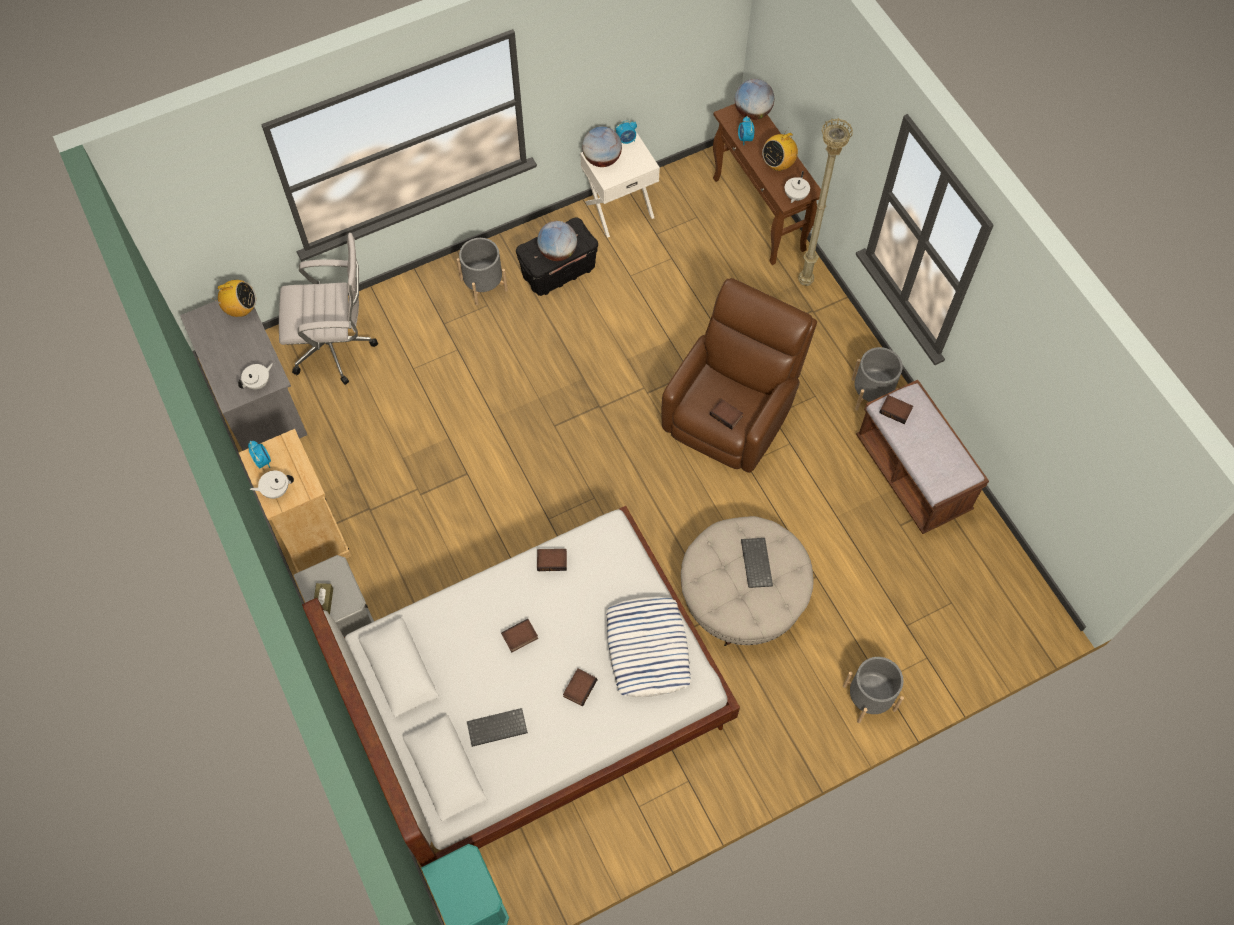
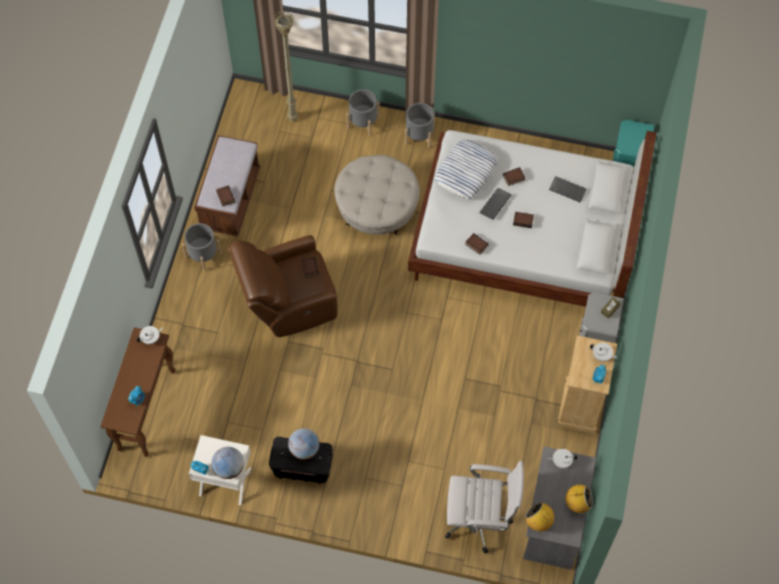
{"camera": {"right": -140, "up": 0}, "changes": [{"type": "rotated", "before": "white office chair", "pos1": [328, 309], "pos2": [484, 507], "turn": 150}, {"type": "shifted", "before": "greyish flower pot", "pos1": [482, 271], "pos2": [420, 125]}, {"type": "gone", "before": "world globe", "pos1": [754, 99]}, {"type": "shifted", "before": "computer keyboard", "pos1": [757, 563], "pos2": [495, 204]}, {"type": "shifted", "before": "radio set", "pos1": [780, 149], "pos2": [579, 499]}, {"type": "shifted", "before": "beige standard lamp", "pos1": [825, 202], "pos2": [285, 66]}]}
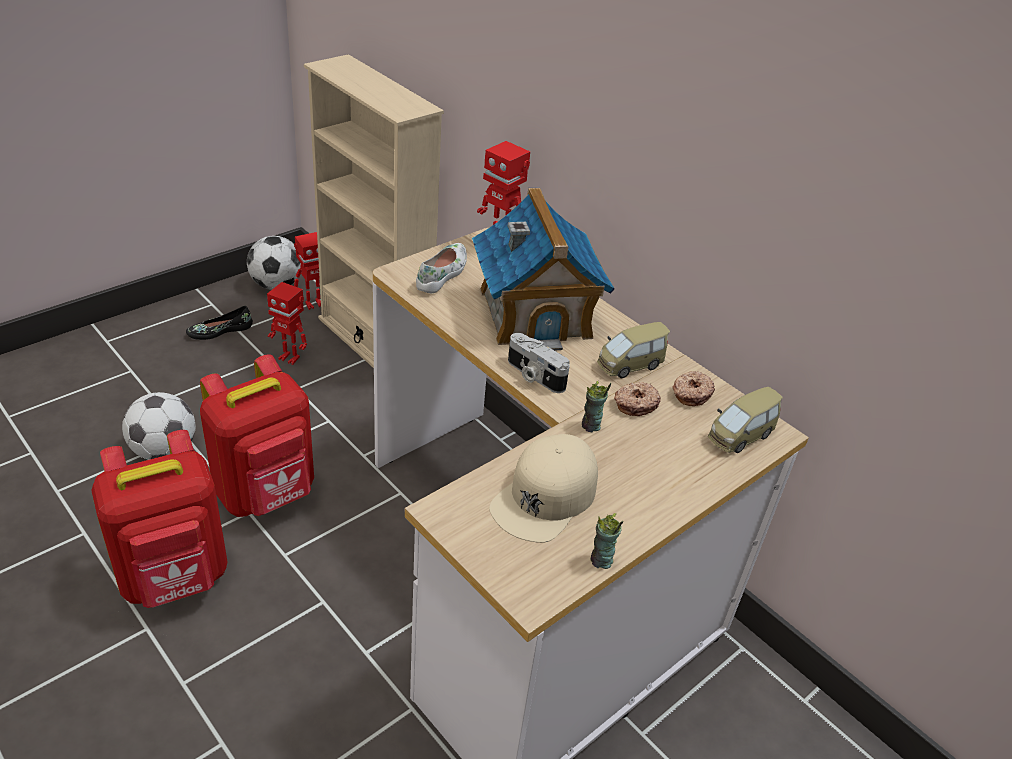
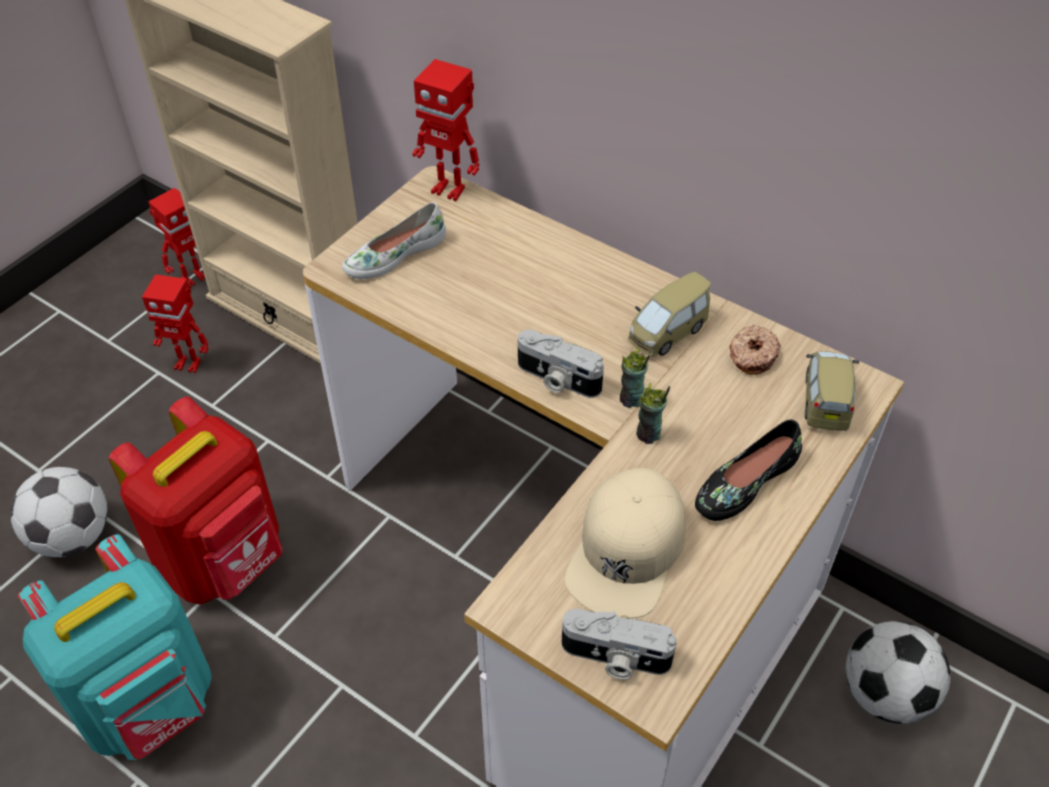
{"camera": {"right": -10, "up": 10}, "changes": [{"type": "repainted", "before": "red-coloured knapsack", "after": "turquoise knapsack", "pos1": [159, 519], "pos2": [115, 647]}, {"type": "shifted", "before": "black-coloured low shoe", "pos1": [219, 323], "pos2": [748, 470]}, {"type": "shifted", "before": "football", "pos1": [274, 263], "pos2": [898, 672]}, {"type": "rotated", "before": "white low shoe", "pos1": [441, 268], "pos2": [394, 240], "turn": -135}, {"type": "gone", "before": "toy house", "pos1": [543, 268]}, {"type": "shifted", "before": "cup", "pos1": [606, 541], "pos2": [635, 378]}, {"type": "gone", "before": "ring doughnut", "pos1": [637, 399]}, {"type": "rotated", "before": "toy car", "pos1": [745, 420], "pos2": [832, 391], "turn": 150}, {"type": "new", "after": "photo camera", "pos2": [619, 644]}]}
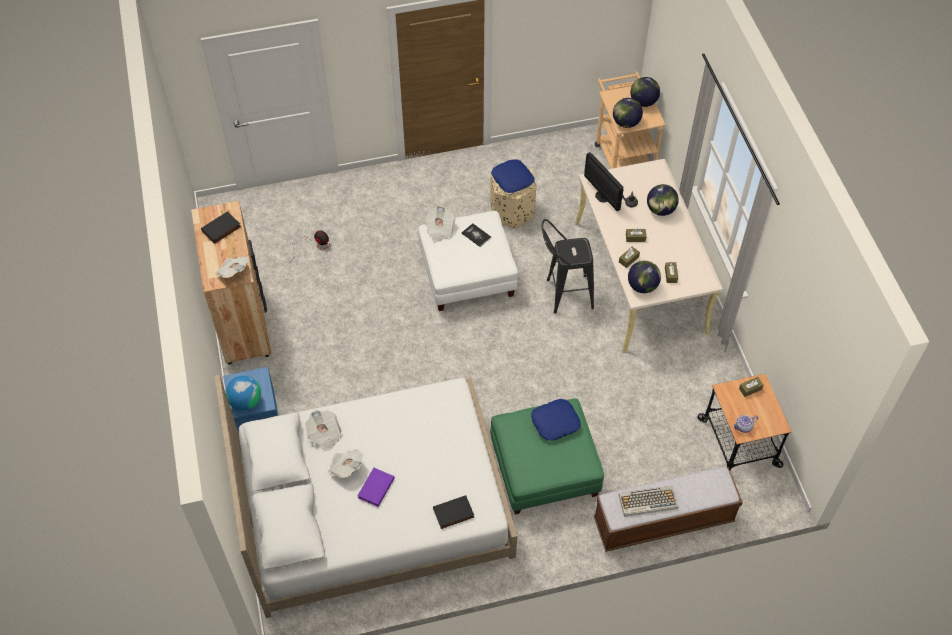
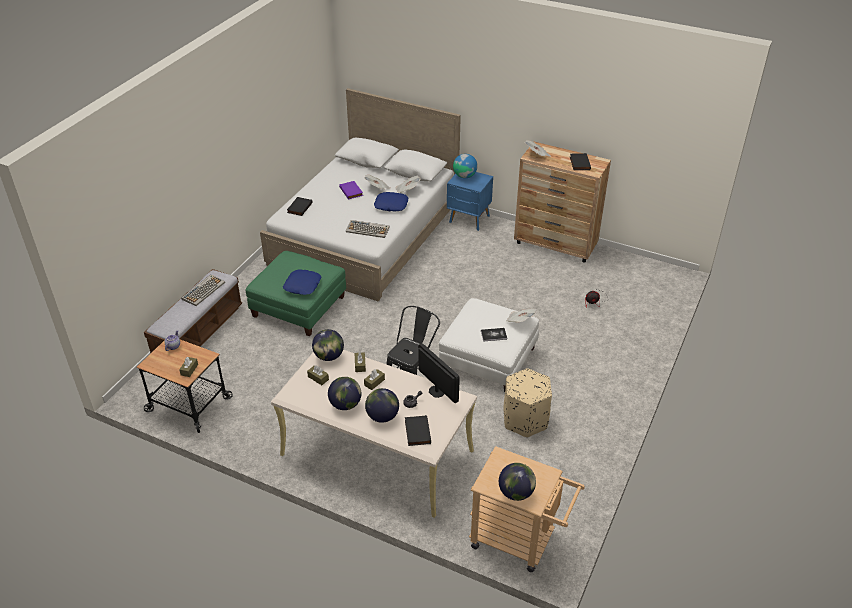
{"camera": {"right": 130, "up": -15}, "changes": [{"type": "shifted", "before": "bluish pillow", "pos1": [513, 176], "pos2": [391, 201]}, {"type": "rotated", "before": "computer screen", "pos1": [603, 181], "pos2": [439, 373], "turn": 45}, {"type": "shifted", "before": "world globe", "pos1": [628, 113], "pos2": [344, 393]}, {"type": "new", "after": "computer keyboard", "pos2": [368, 229]}, {"type": "new", "after": "black-coloured book", "pos2": [418, 430]}]}
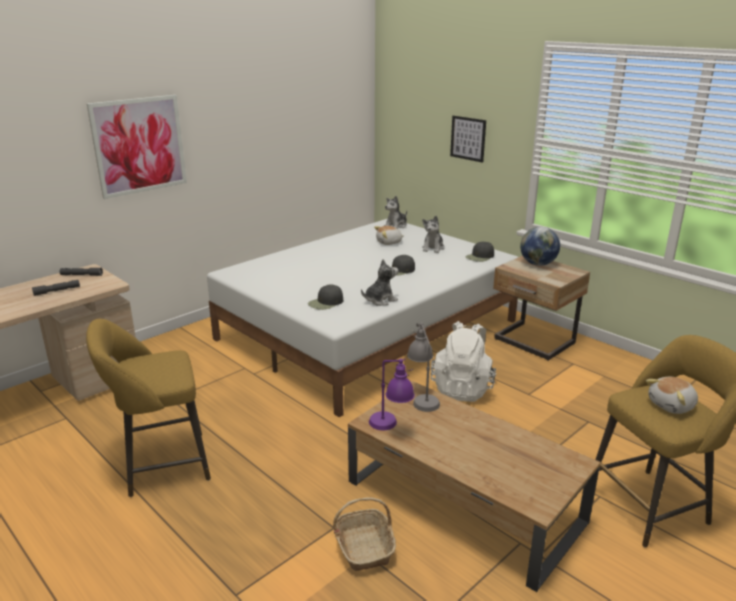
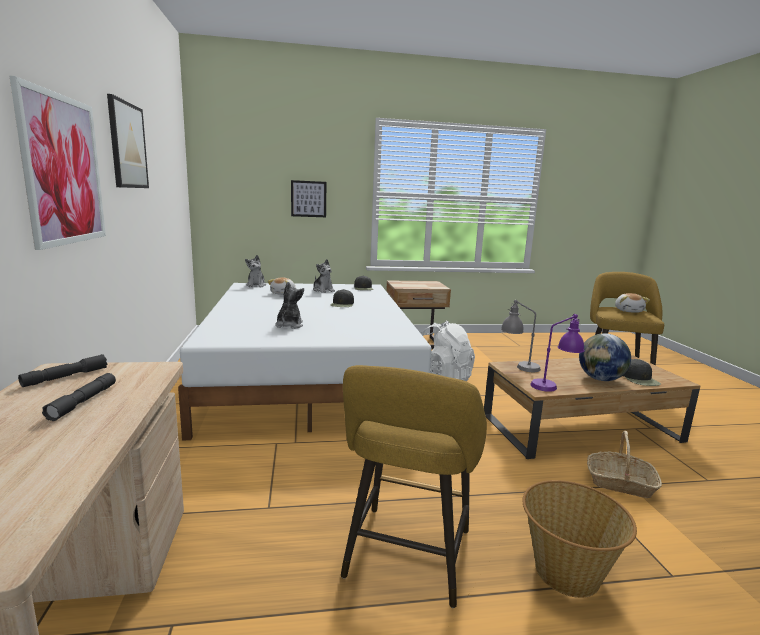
{"camera": {"right": -55, "up": -10}, "changes": [{"type": "shifted", "before": "black-coloured cap", "pos1": [325, 297], "pos2": [642, 372]}, {"type": "shifted", "before": "soft toy", "pos1": [379, 282], "pos2": [289, 305]}, {"type": "shifted", "before": "world globe", "pos1": [540, 246], "pos2": [605, 357]}, {"type": "new", "after": "wall art", "pos2": [128, 141]}, {"type": "new", "after": "household basket", "pos2": [579, 539]}]}
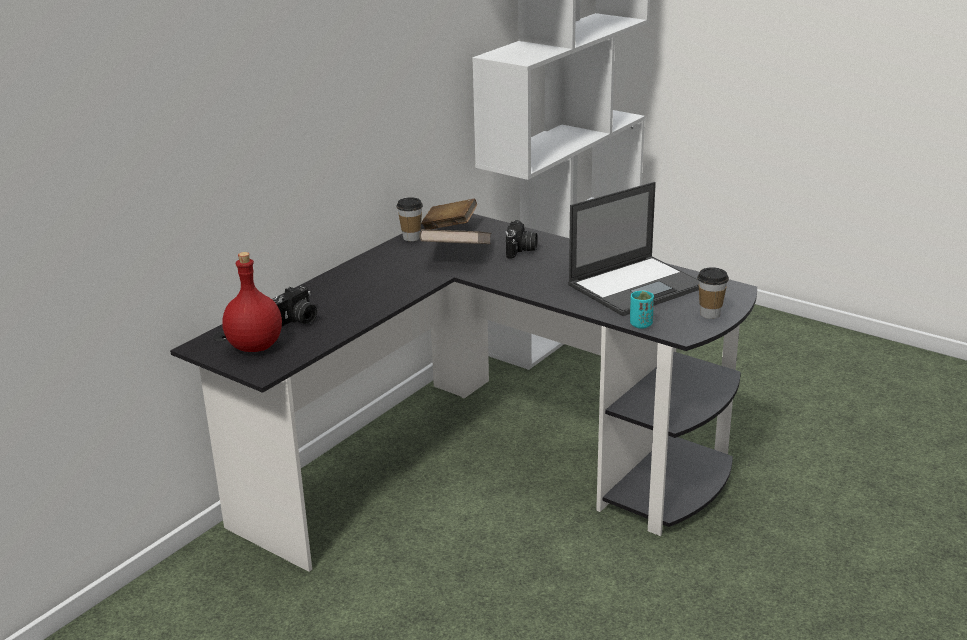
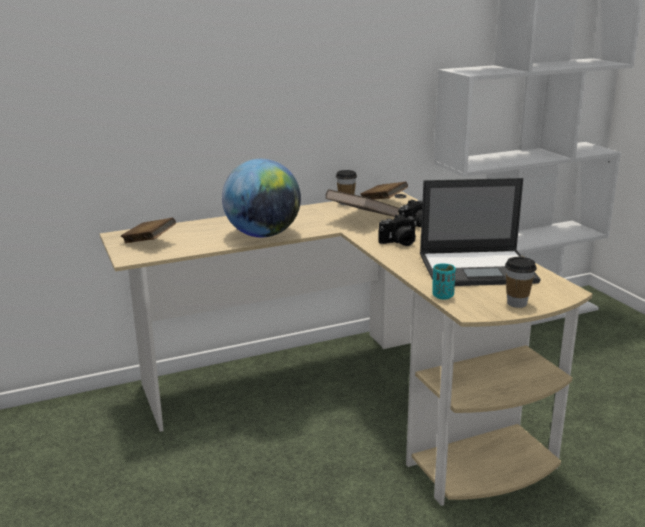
{"camera": {"right": 30, "up": -5}, "changes": [{"type": "repainted", "before": "black-coloured desk", "after": "beige desk", "pos1": [463, 393], "pos2": [346, 349]}, {"type": "swapped", "before": "red-coloured beverage bottle", "after": "brownish book", "pos1": [252, 302], "pos2": [148, 230]}, {"type": "shifted", "before": "photo camera", "pos1": [295, 306], "pos2": [397, 230]}, {"type": "new", "after": "world globe", "pos2": [261, 198]}]}
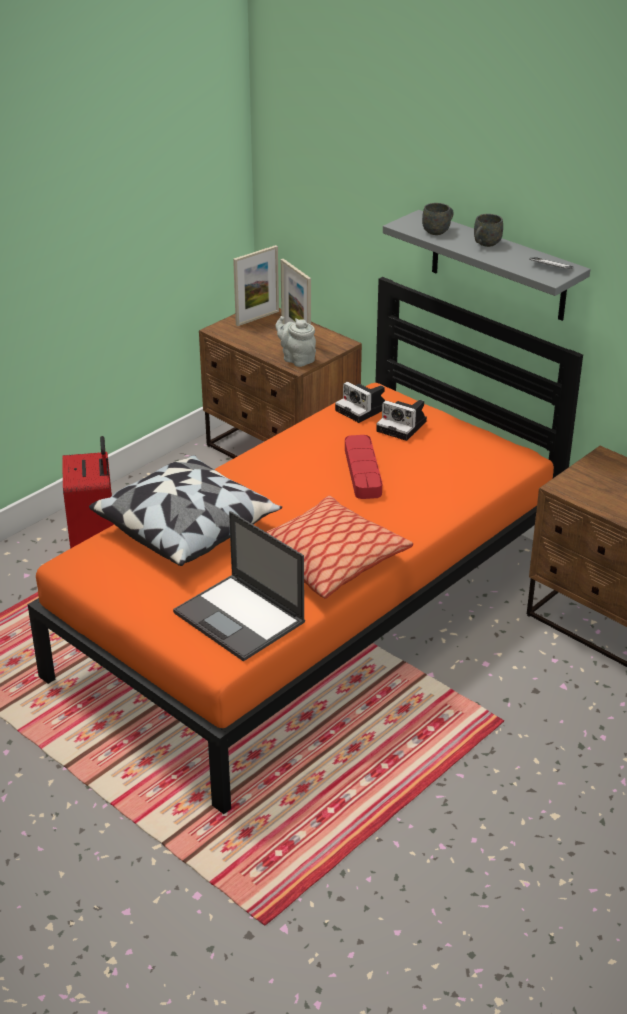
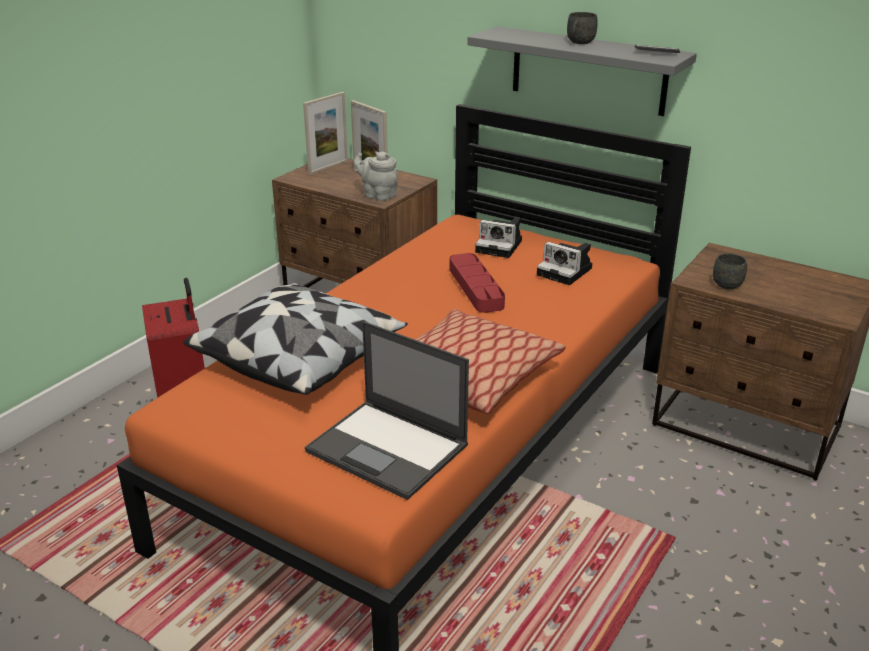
{"camera": {"right": -10, "up": -5}, "changes": [{"type": "shifted", "before": "photo camera", "pos1": [360, 402], "pos2": [564, 263]}, {"type": "shifted", "before": "greyish coffee mug", "pos1": [437, 219], "pos2": [730, 271]}]}
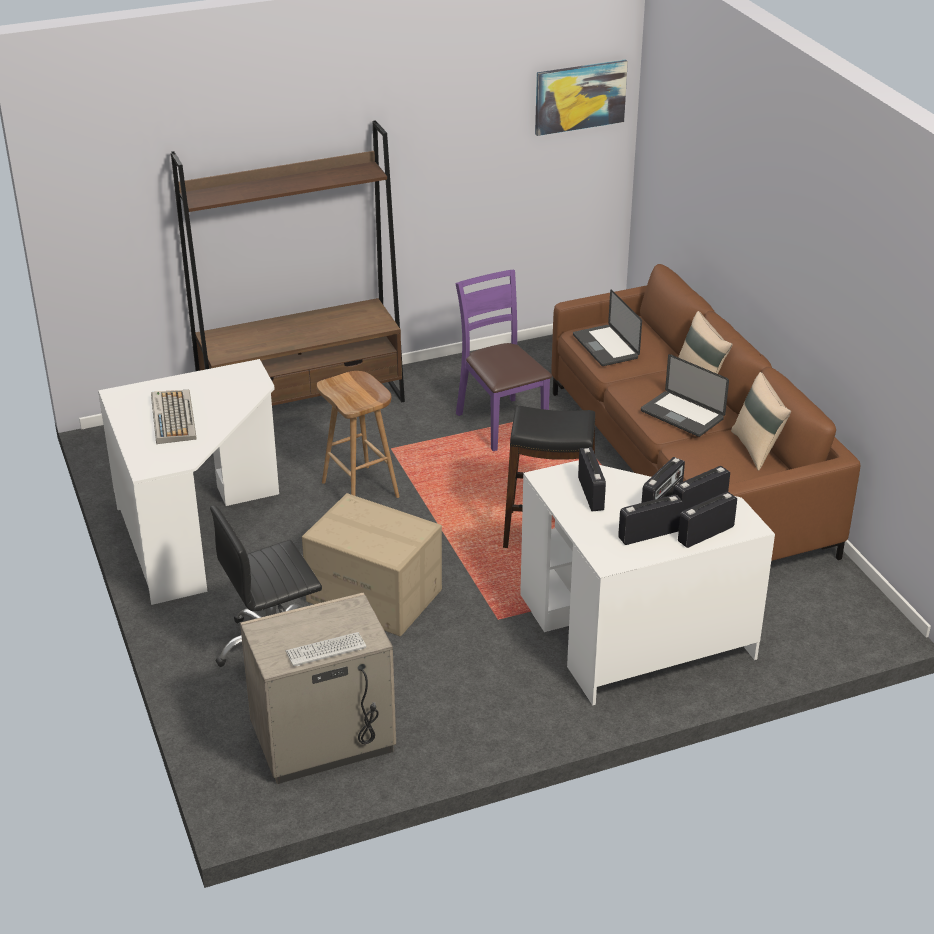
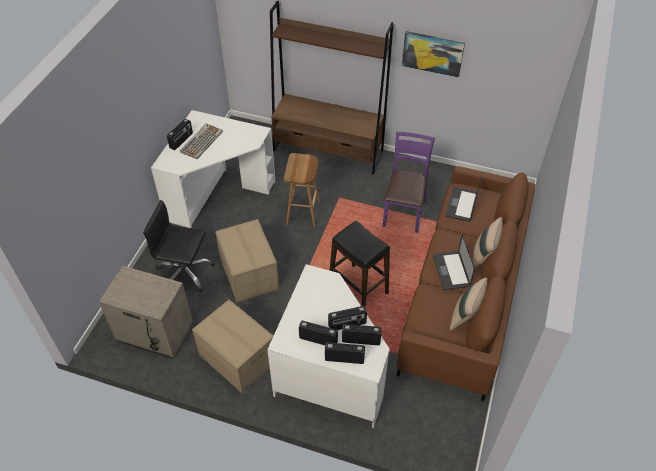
{"camera": {"right": 40, "up": 15}, "changes": [{"type": "gone", "before": "computer keyboard", "pos1": [326, 649]}, {"type": "shifted", "before": "wall art", "pos1": [581, 97], "pos2": [433, 54]}, {"type": "shifted", "before": "radio set", "pos1": [592, 479], "pos2": [180, 134]}, {"type": "new", "after": "carton", "pos2": [232, 346]}]}
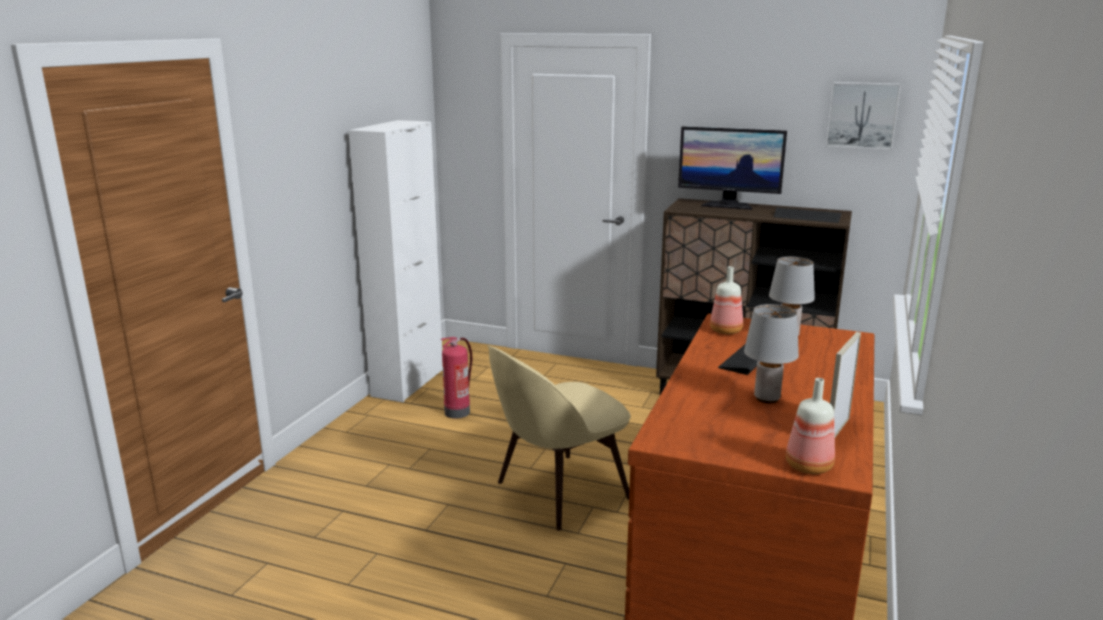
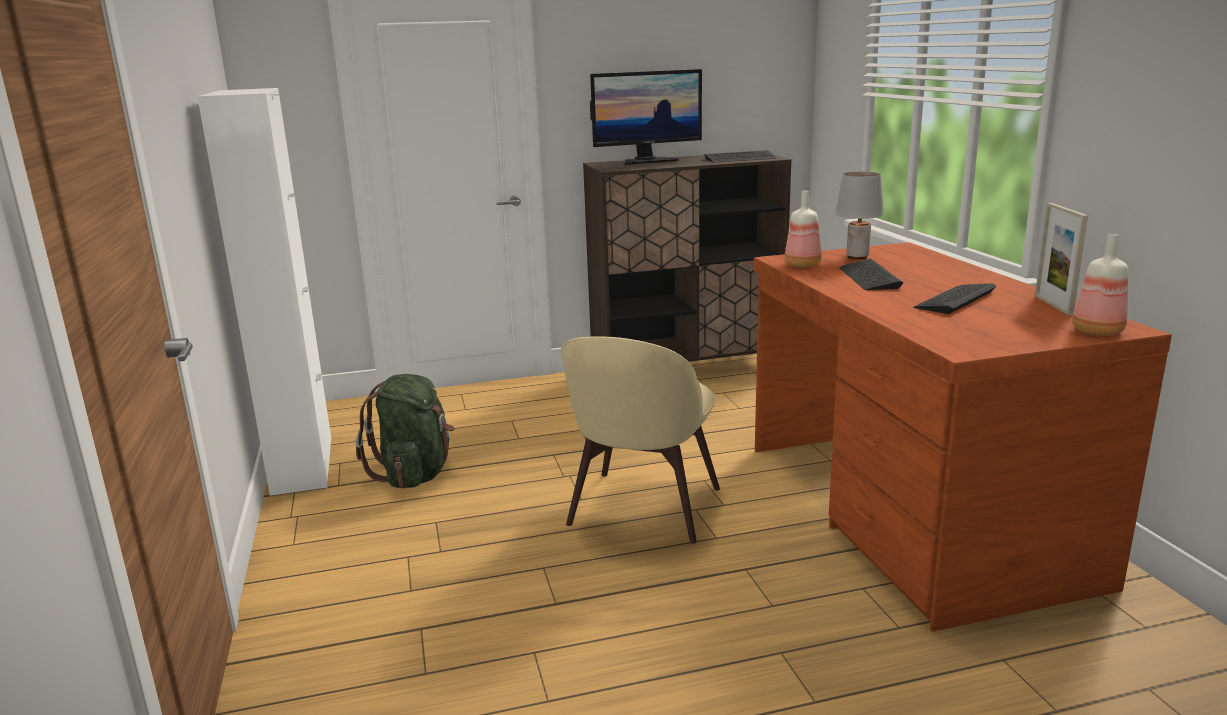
{"camera": {"right": -35, "up": 0}, "changes": [{"type": "swapped", "before": "fire extinguisher", "after": "green-coloured knapsack", "pos1": [456, 378], "pos2": [405, 431]}, {"type": "swapped", "before": "greyish lamp for a table", "after": "computer keyboard", "pos1": [771, 353], "pos2": [954, 298]}, {"type": "gone", "before": "wall art", "pos1": [863, 116]}]}
